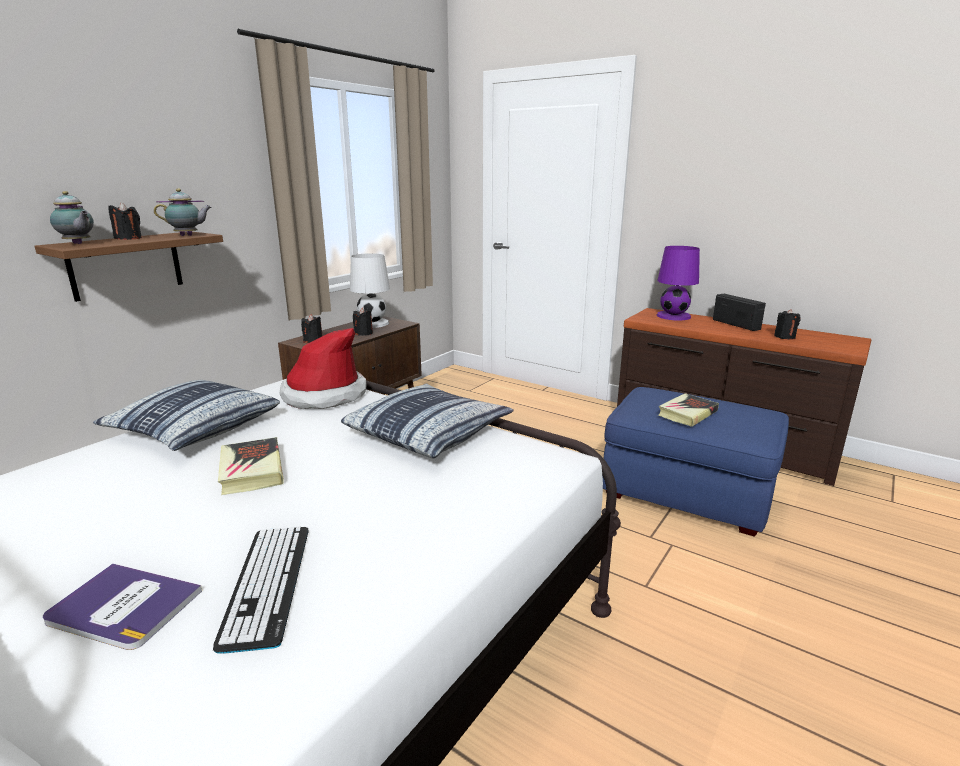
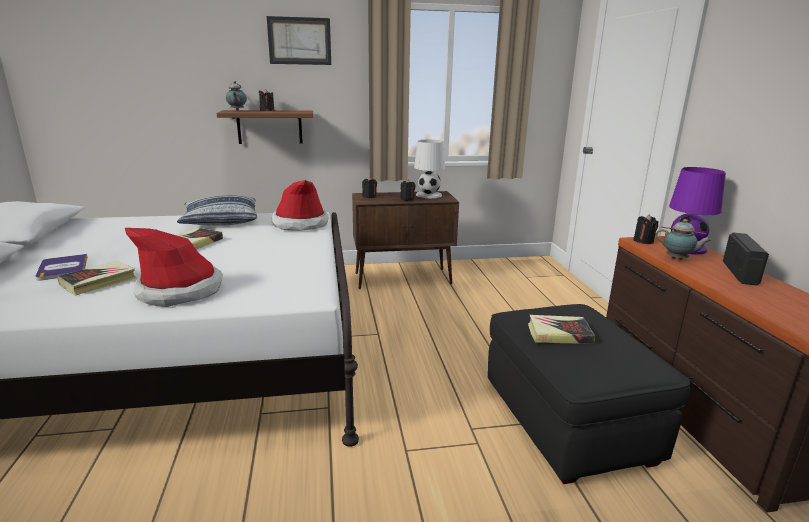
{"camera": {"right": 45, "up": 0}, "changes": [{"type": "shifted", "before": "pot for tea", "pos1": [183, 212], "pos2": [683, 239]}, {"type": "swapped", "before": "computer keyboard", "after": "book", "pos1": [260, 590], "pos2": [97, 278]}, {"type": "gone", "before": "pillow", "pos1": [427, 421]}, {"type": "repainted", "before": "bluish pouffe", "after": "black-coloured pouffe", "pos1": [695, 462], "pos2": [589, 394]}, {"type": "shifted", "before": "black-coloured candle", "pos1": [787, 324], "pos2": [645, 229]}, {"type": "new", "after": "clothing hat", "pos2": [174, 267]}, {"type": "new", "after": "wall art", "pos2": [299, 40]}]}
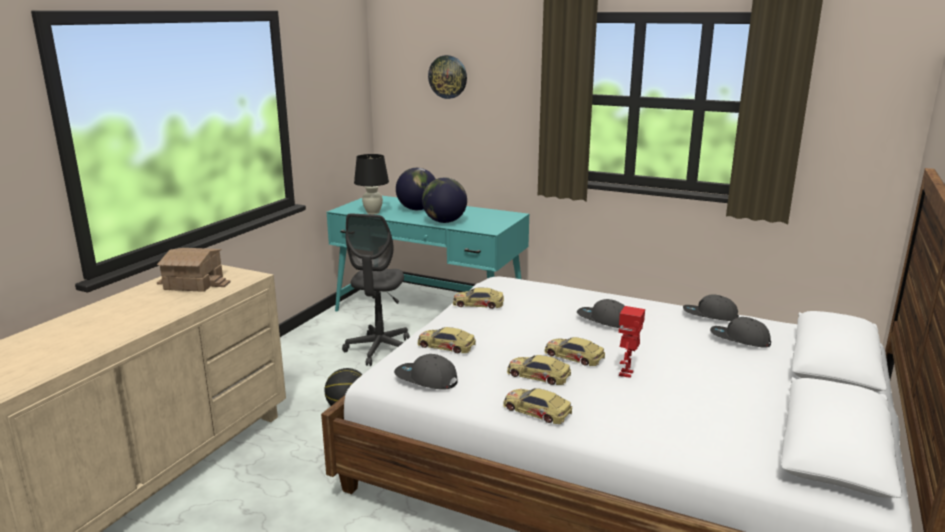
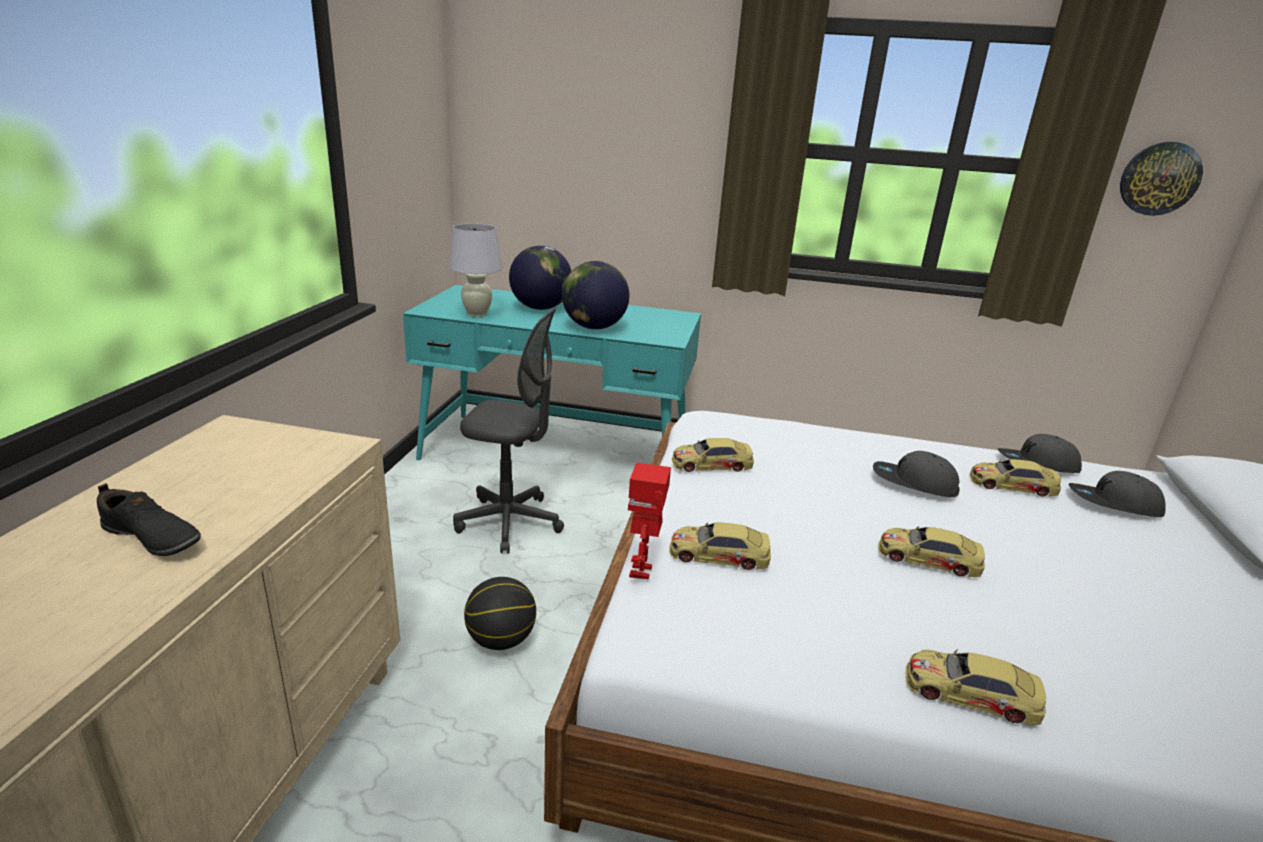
{"camera": {"right": -15, "up": 5}, "changes": [{"type": "gone", "before": "toy house", "pos1": [193, 270]}, {"type": "rotated", "before": "greyish office chair", "pos1": [376, 289], "pos2": [508, 430], "turn": -75}, {"type": "repainted", "before": "black-coloured lamp for a table", "after": "white lamp for a table", "pos1": [371, 184], "pos2": [476, 270]}, {"type": "gone", "before": "greyish cap", "pos1": [426, 372]}, {"type": "shifted", "before": "clock on the wall", "pos1": [447, 77], "pos2": [1161, 179]}, {"type": "shifted", "before": "toy car", "pos1": [539, 370], "pos2": [1015, 477]}, {"type": "shifted", "before": "toy robot", "pos1": [631, 342], "pos2": [649, 521]}, {"type": "new", "after": "black-coloured low shoe", "pos2": [149, 519]}]}
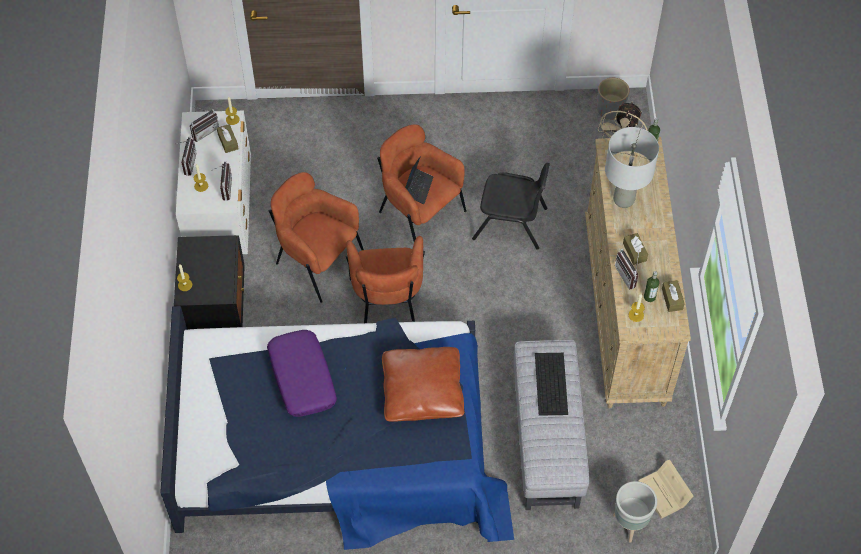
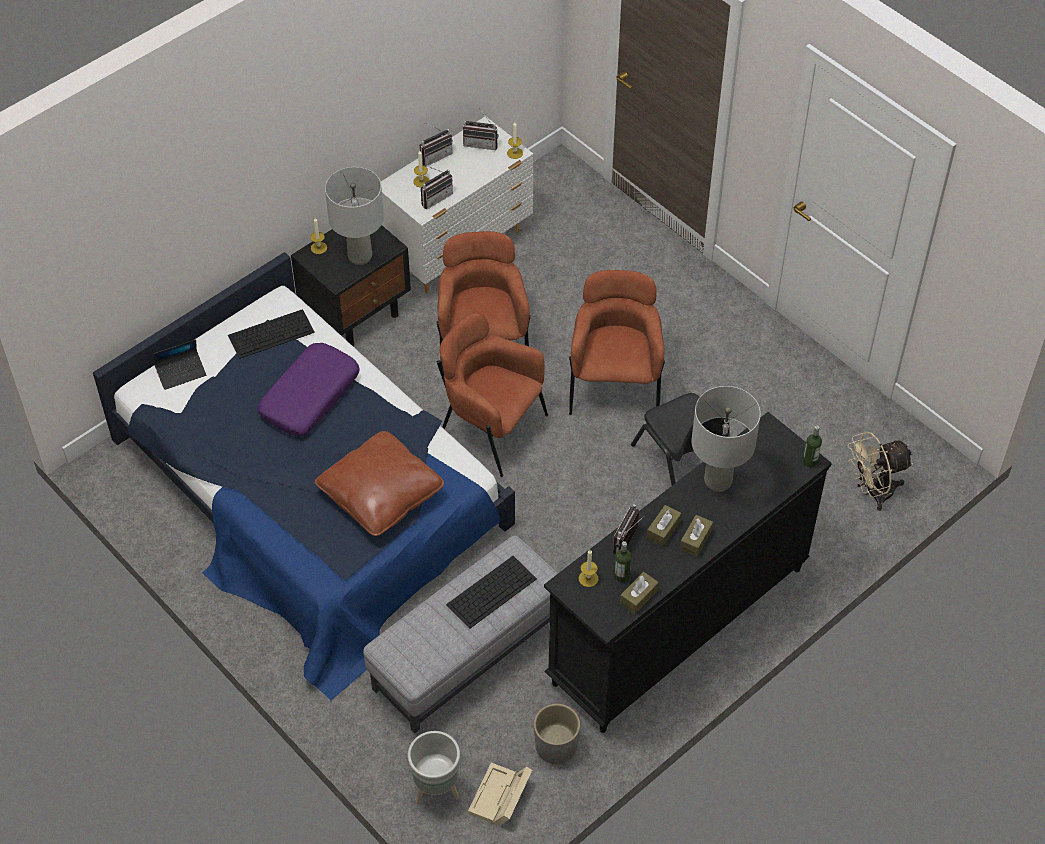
{"camera": {"right": 50, "up": -5}, "changes": [{"type": "shifted", "before": "brownish tissue box", "pos1": [227, 138], "pos2": [696, 536]}, {"type": "rotated", "before": "brownish armchair", "pos1": [385, 279], "pos2": [492, 395], "turn": 75}, {"type": "shifted", "before": "laptop", "pos1": [419, 180], "pos2": [179, 364]}, {"type": "repainted", "before": "beige dresser", "after": "black-coloured dresser", "pos1": [638, 272], "pos2": [688, 572]}, {"type": "shifted", "before": "greyish flower pot", "pos1": [613, 99], "pos2": [557, 734]}, {"type": "new", "after": "computer keyboard", "pos2": [271, 334]}, {"type": "new", "after": "greyish lamp for a table", "pos2": [354, 216]}]}
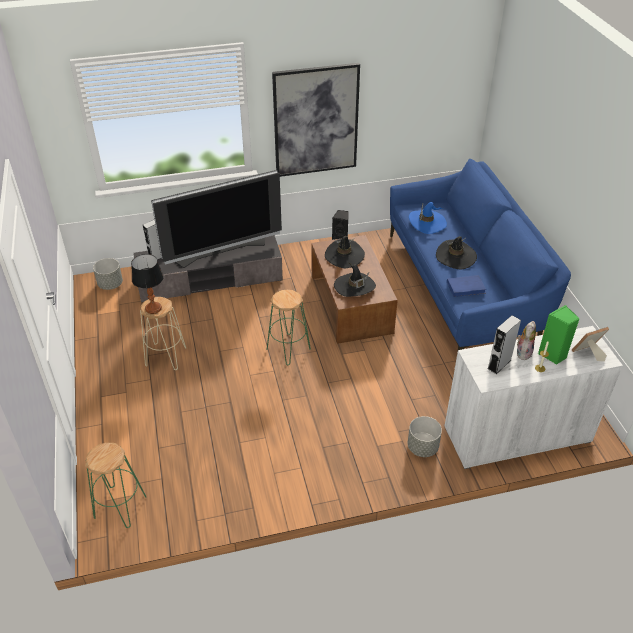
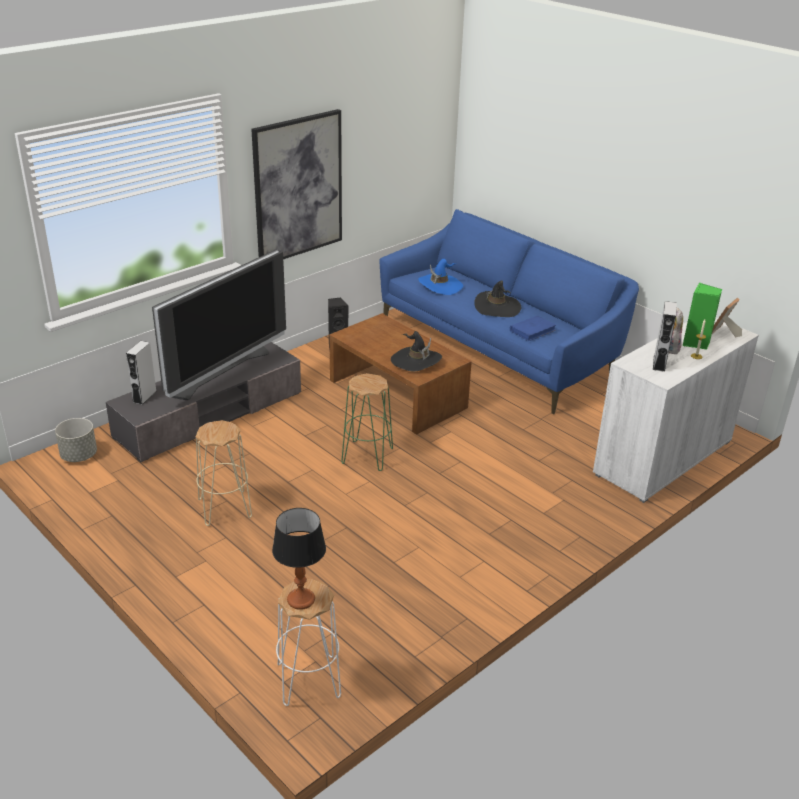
{"camera": {"right": -30, "up": -10}, "changes": [{"type": "repainted", "before": "green-coloured stool seat", "after": "white stool seat", "pos1": [115, 485], "pos2": [308, 642]}, {"type": "shifted", "before": "lamp for a table", "pos1": [147, 284], "pos2": [299, 559]}, {"type": "gone", "before": "black-coloured clothing hat", "pos1": [345, 252]}, {"type": "gone", "before": "greyish flower pot", "pos1": [425, 436]}]}
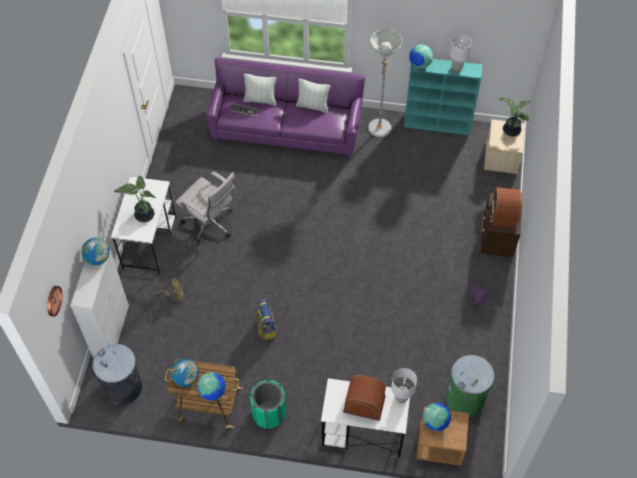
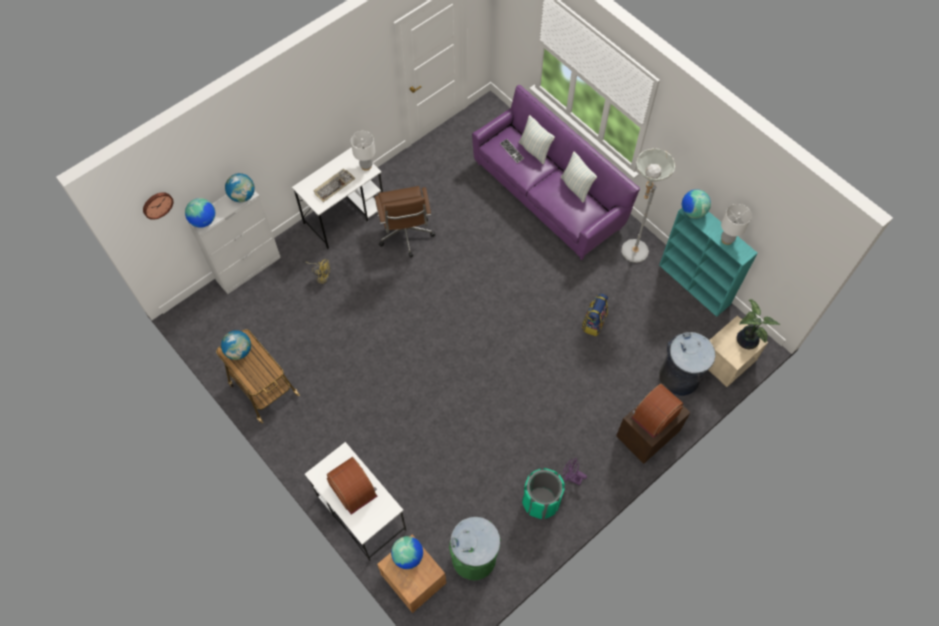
{"camera": {"right": 40, "up": 5}, "changes": [{"type": "shifted", "before": "greyish rubbish bin", "pos1": [116, 374], "pos2": [687, 364]}, {"type": "swapped", "before": "potted plant", "after": "computer keyboard", "pos1": [135, 199], "pos2": [334, 185]}, {"type": "repainted", "before": "white office chair", "after": "brownish office chair", "pos1": [205, 208], "pos2": [405, 222]}, {"type": "shifted", "before": "world globe", "pos1": [211, 386], "pos2": [200, 213]}, {"type": "shifted", "before": "green-coloured rubbish bin", "pos1": [268, 404], "pos2": [543, 493]}, {"type": "shifted", "before": "knapsack", "pos1": [266, 319], "pos2": [595, 314]}, {"type": "shifted", "before": "white lamp for a table", "pos1": [404, 385], "pos2": [363, 151]}]}
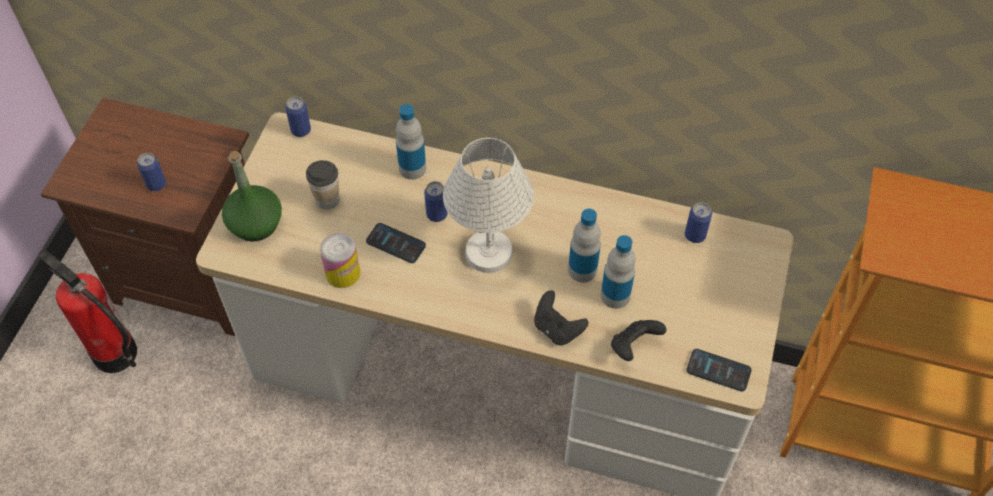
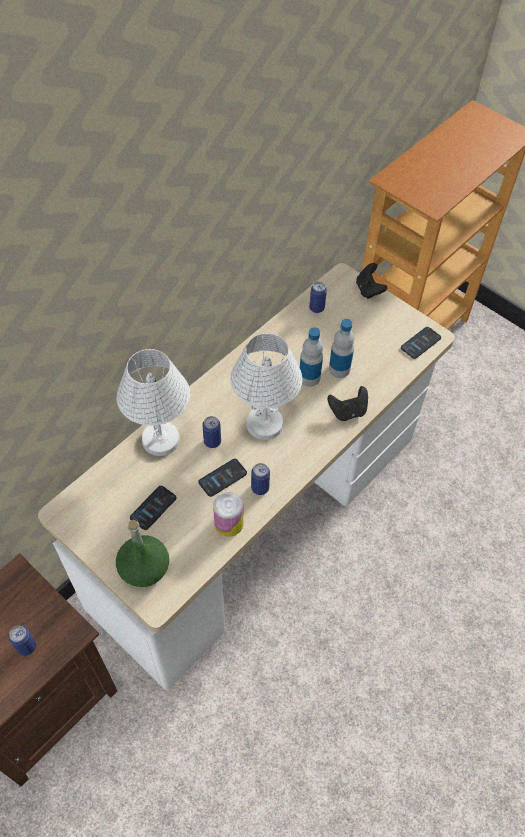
{"camera": {"right": -65, "up": 0}, "changes": [{"type": "gone", "before": "fire extinguisher", "pos1": [88, 311]}, {"type": "shifted", "before": "sealed can", "pos1": [298, 117], "pos2": [260, 479]}, {"type": "swapped", "before": "cup", "after": "telephone", "pos1": [322, 185], "pos2": [153, 508]}, {"type": "swapped", "before": "beverage bottle", "after": "white lamp for a table", "pos1": [411, 142], "pos2": [153, 402]}, {"type": "shifted", "before": "black-coloured game controller", "pos1": [639, 340], "pos2": [371, 281]}]}
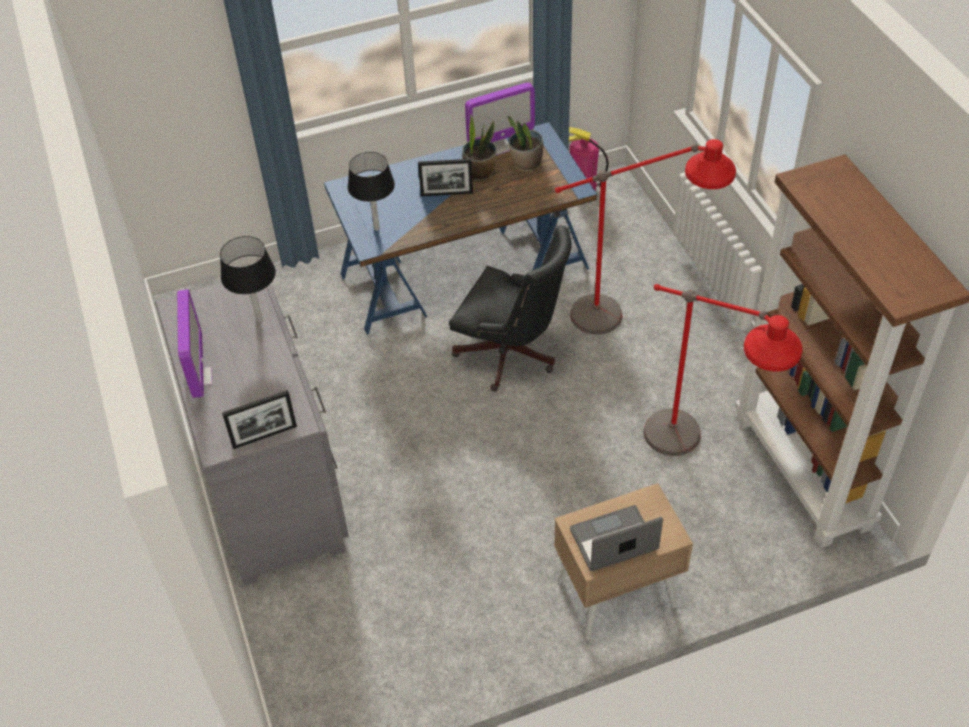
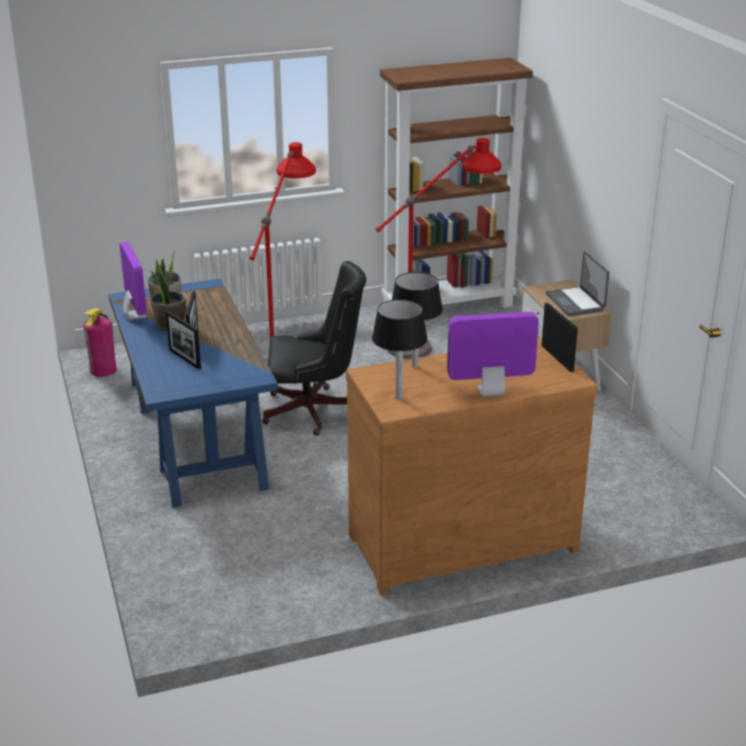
{"camera": {"right": -90, "up": -20}, "changes": [{"type": "repainted", "before": "greyish dresser", "after": "brownish dresser", "pos1": [252, 434], "pos2": [471, 467]}, {"type": "shifted", "before": "black-coloured lamp for a table", "pos1": [371, 191], "pos2": [399, 349]}, {"type": "rotated", "before": "black-coloured office chair", "pos1": [510, 308], "pos2": [314, 348], "turn": 60}, {"type": "new", "after": "picture frame", "pos2": [183, 340]}]}
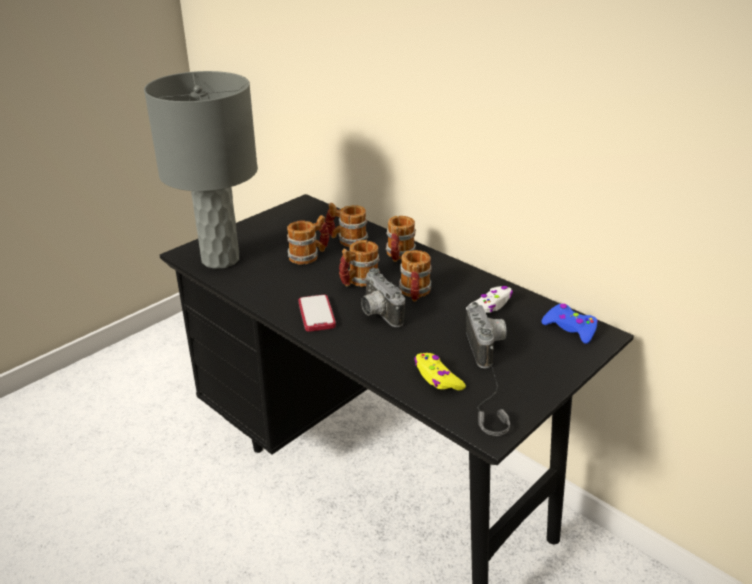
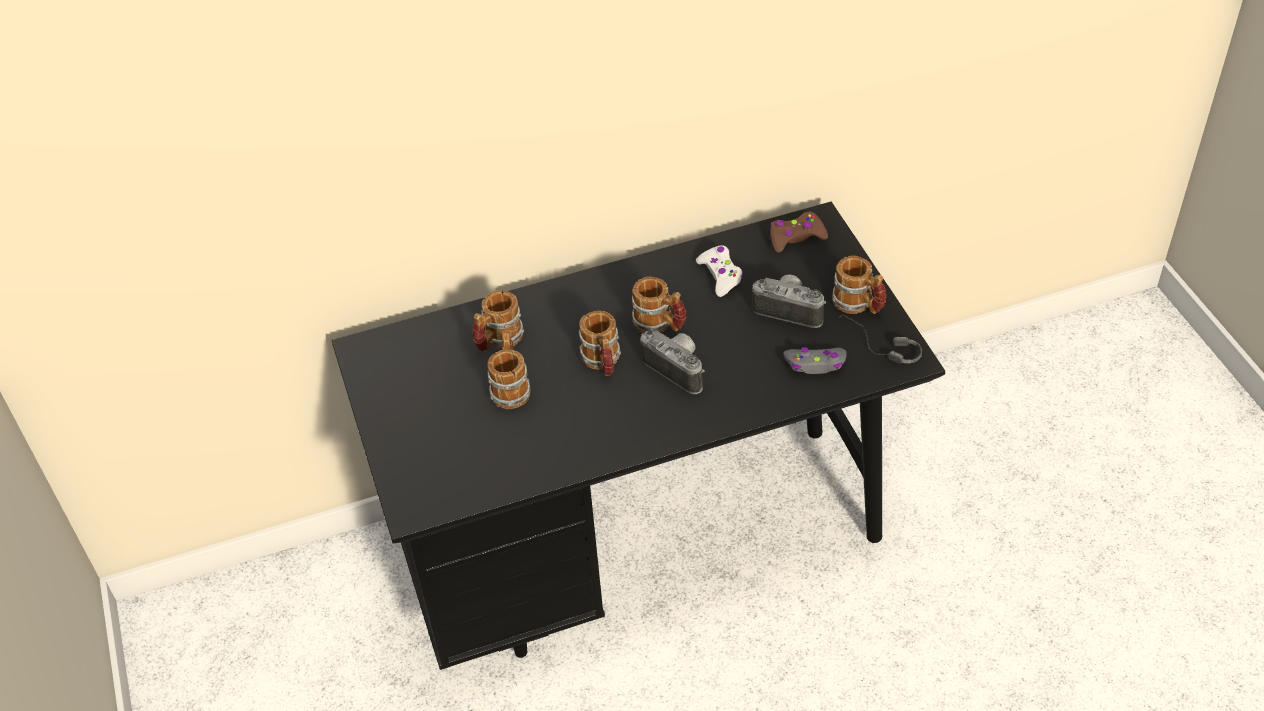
{"camera": {"right": -60, "up": 15}, "changes": [{"type": "gone", "before": "greyish lamp for a table", "pos1": [201, 170]}, {"type": "gone", "before": "telephone", "pos1": [317, 313]}, {"type": "rotated", "before": "photo camera", "pos1": [383, 297], "pos2": [673, 362], "turn": -135}, {"type": "shifted", "before": "coffee mug", "pos1": [401, 239], "pos2": [859, 285]}, {"type": "repainted", "before": "yellow game controller", "after": "greyish game controller", "pos1": [440, 371], "pos2": [815, 360]}, {"type": "repainted", "before": "bluish game controller", "after": "brownish game controller", "pos1": [569, 324], "pos2": [799, 232]}]}
